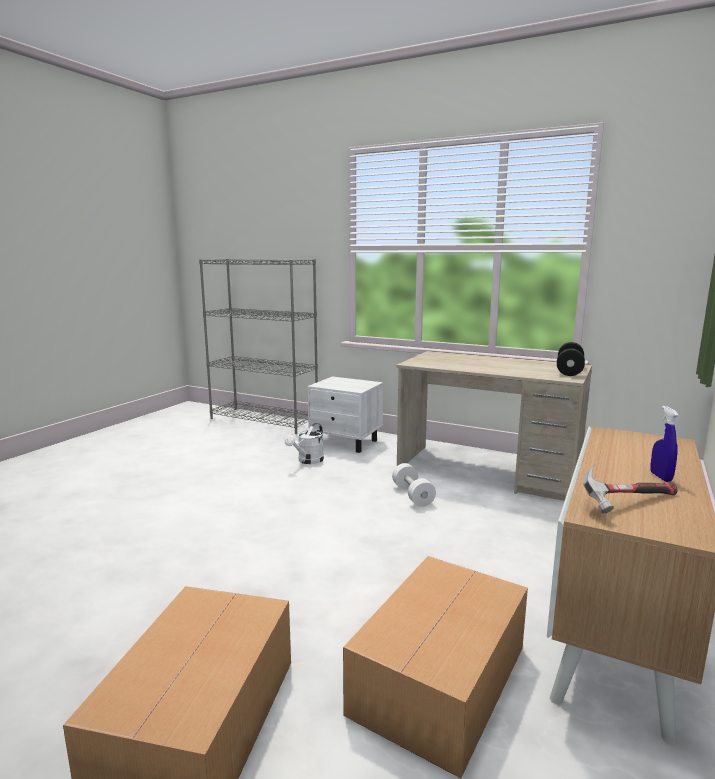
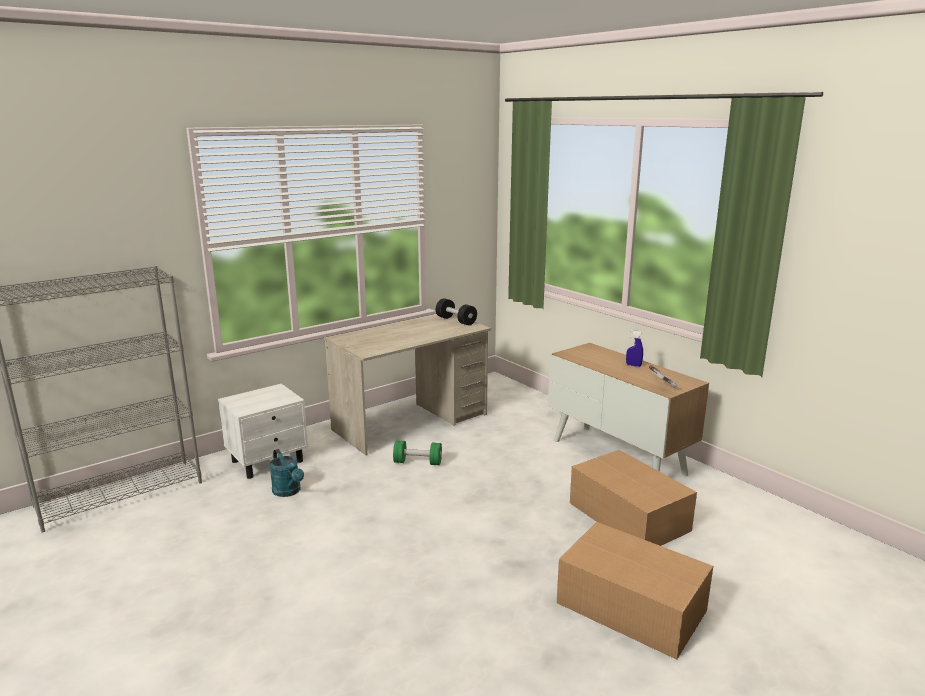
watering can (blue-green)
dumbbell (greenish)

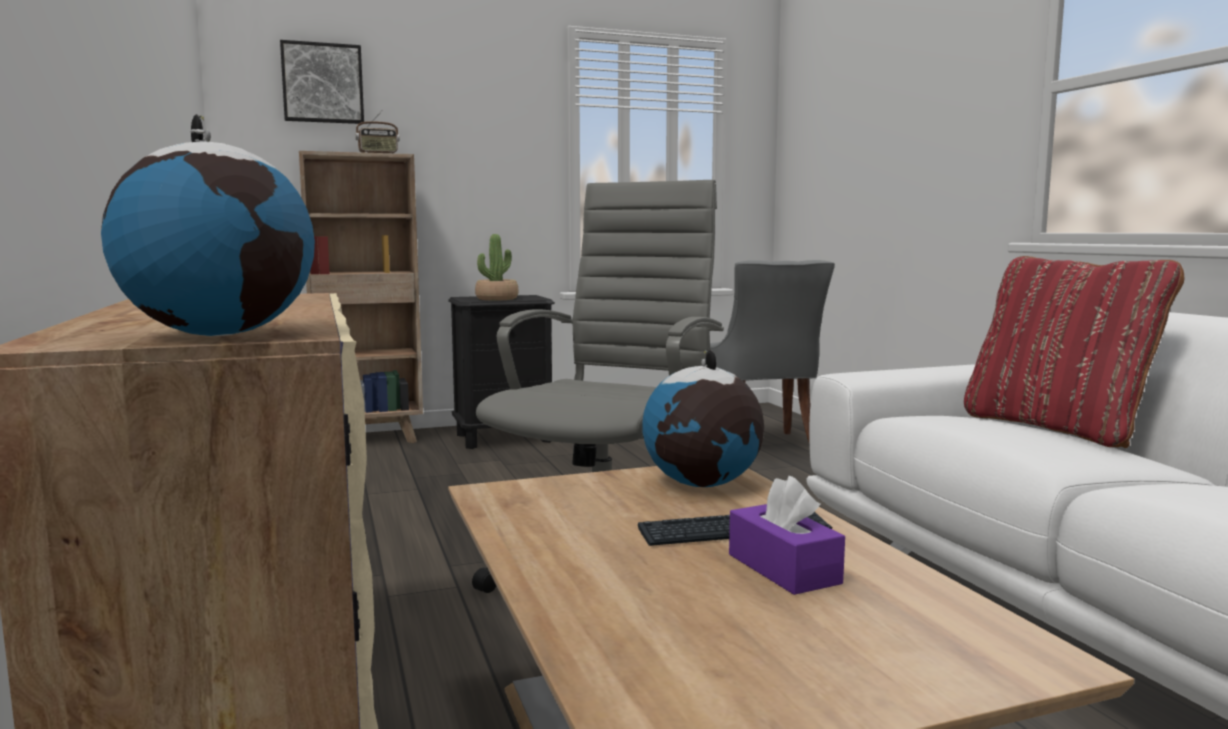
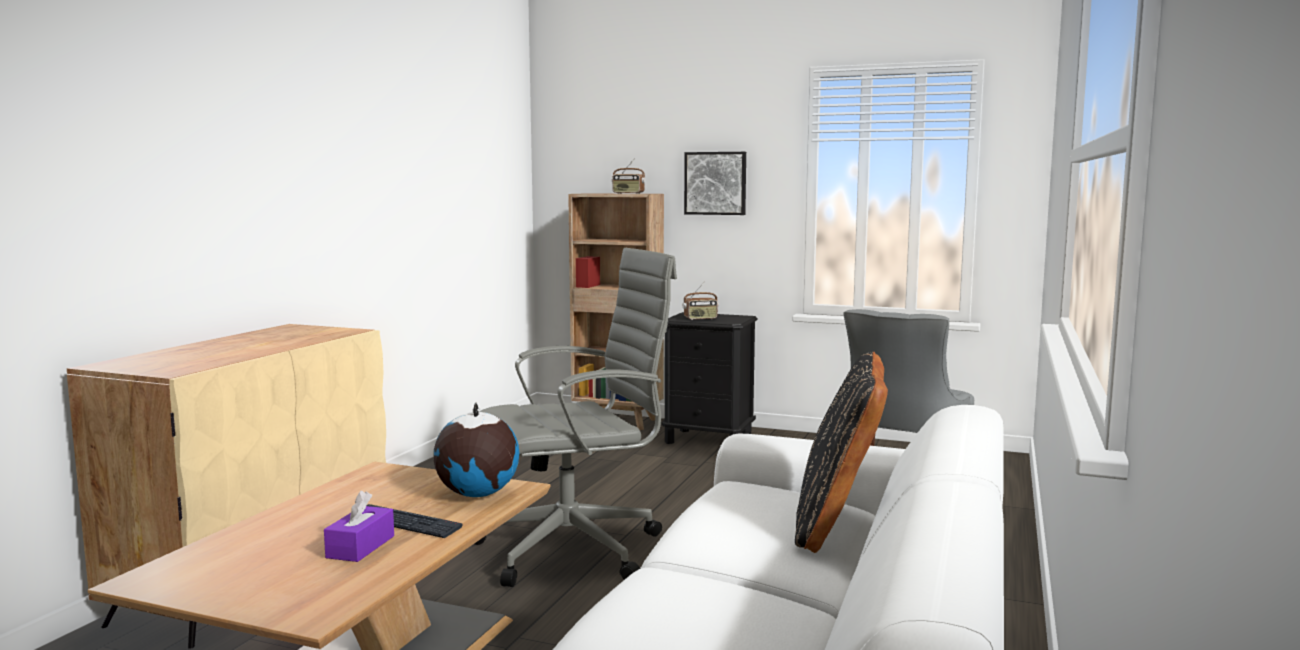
world globe (no. 1 from left in the first image)
picture
radio (no. 2 from left)
cushion (black)

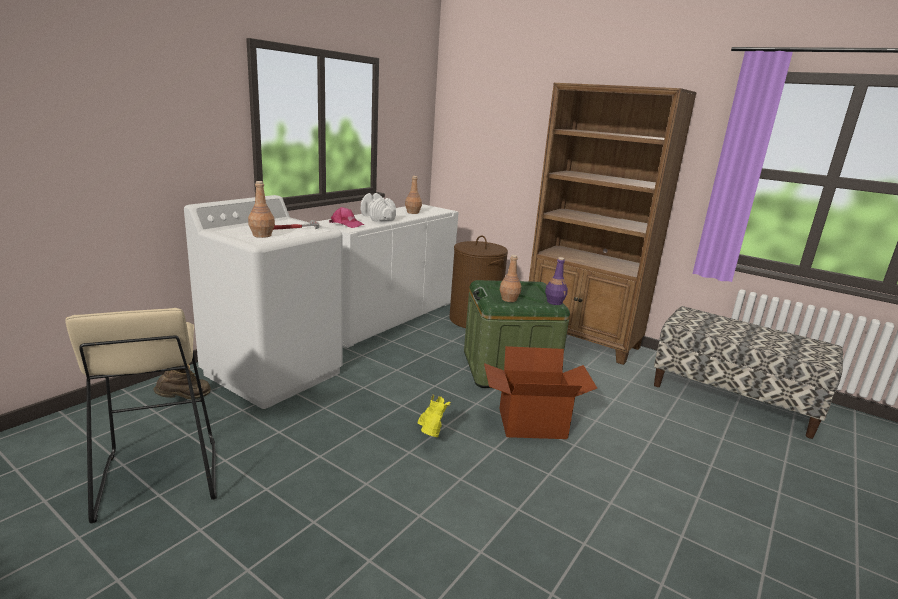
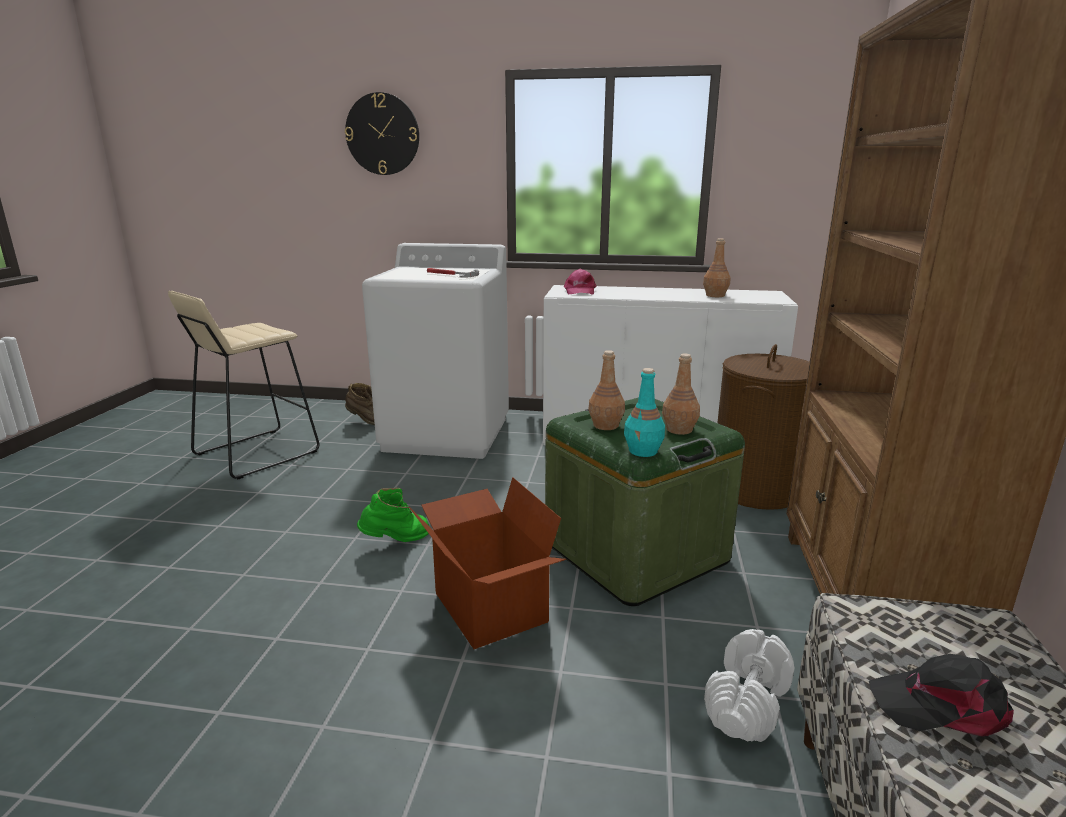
drink bottle (brown) (no. 2 from left)
dumbbell (white-coloured)
boot (greenish)
drink bottle (blue-green)
hanging clock
peaked cap (black)

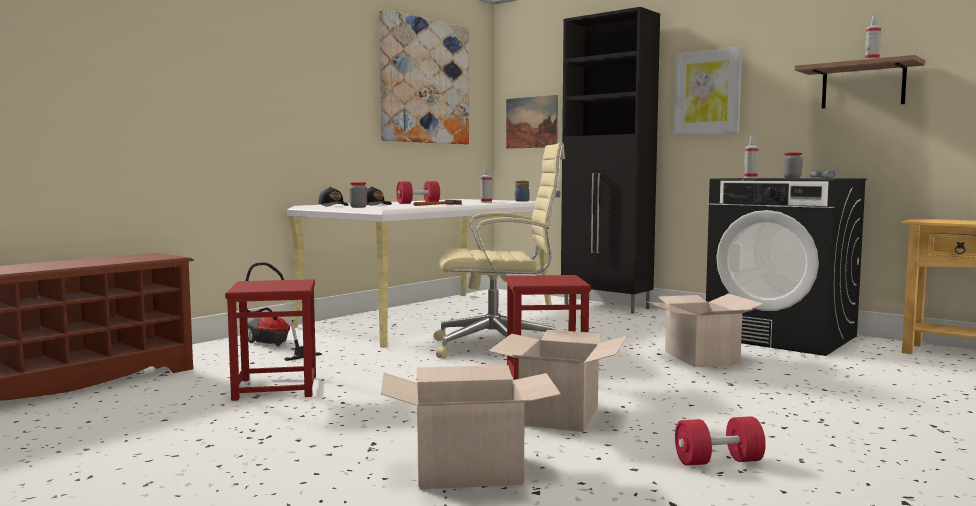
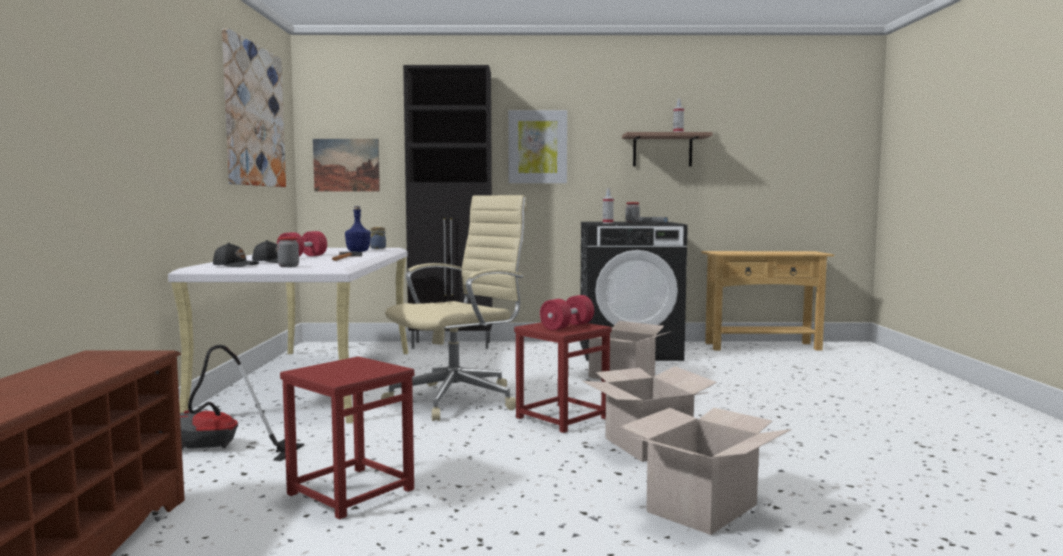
drink bottle (blue-coloured)
dumbbell (reddish) (no. 2 from left)

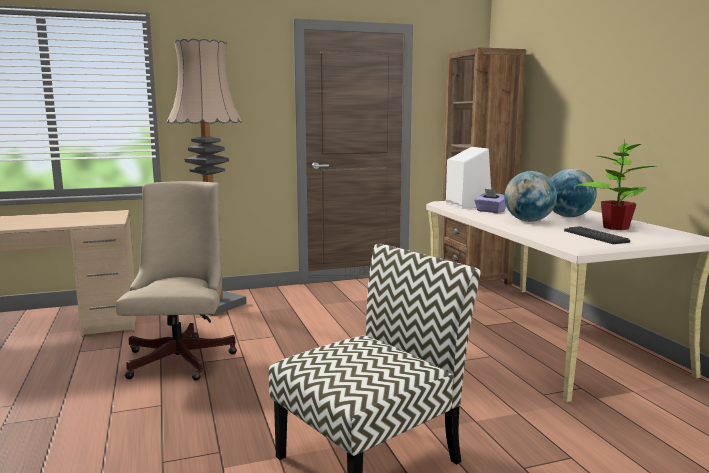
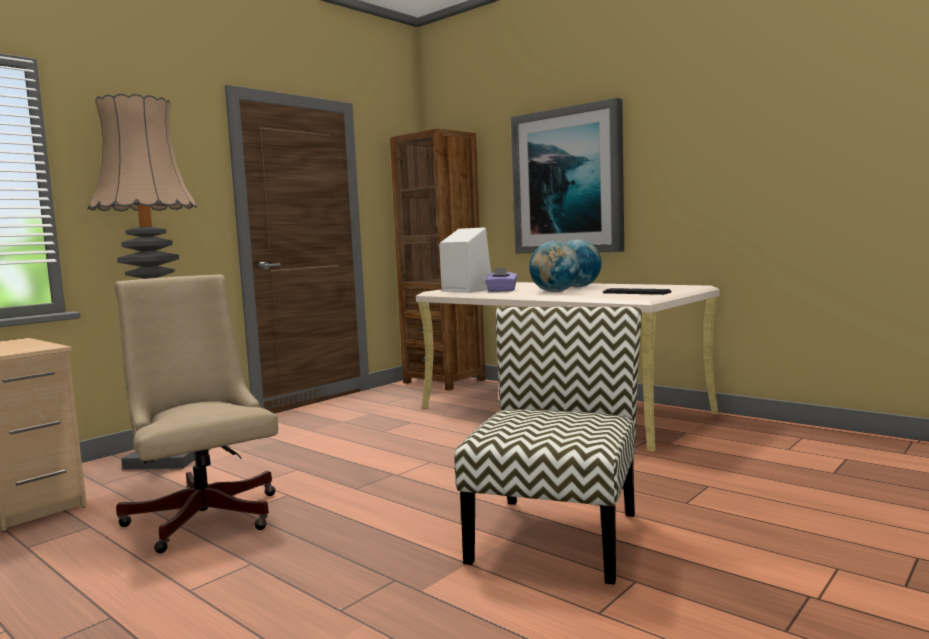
houseplant
picture

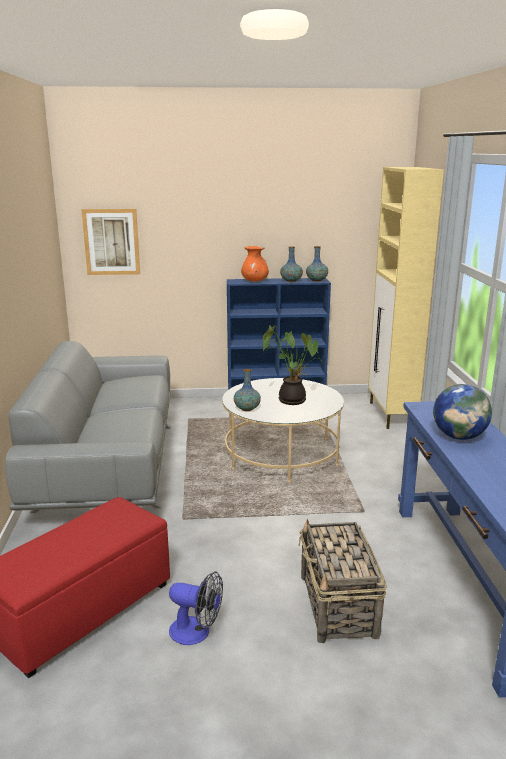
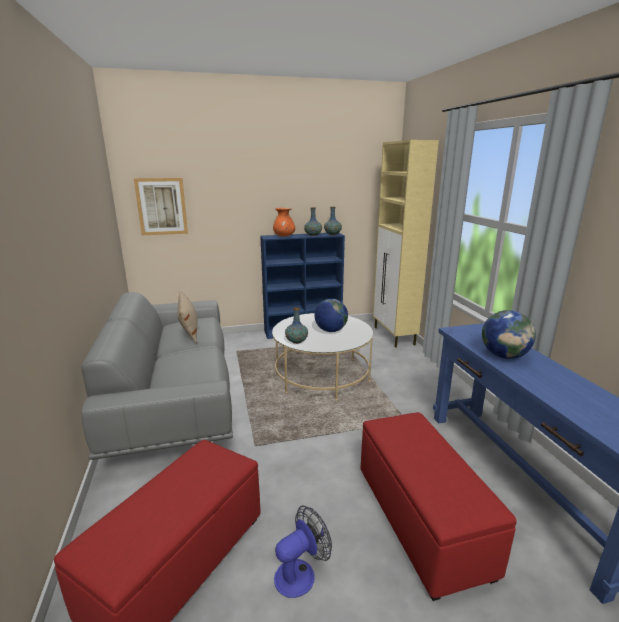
cooling fan
world globe (no. 1 from left)
footrest (reddish) (no. 2 from left)
cushion (sand-coloured)

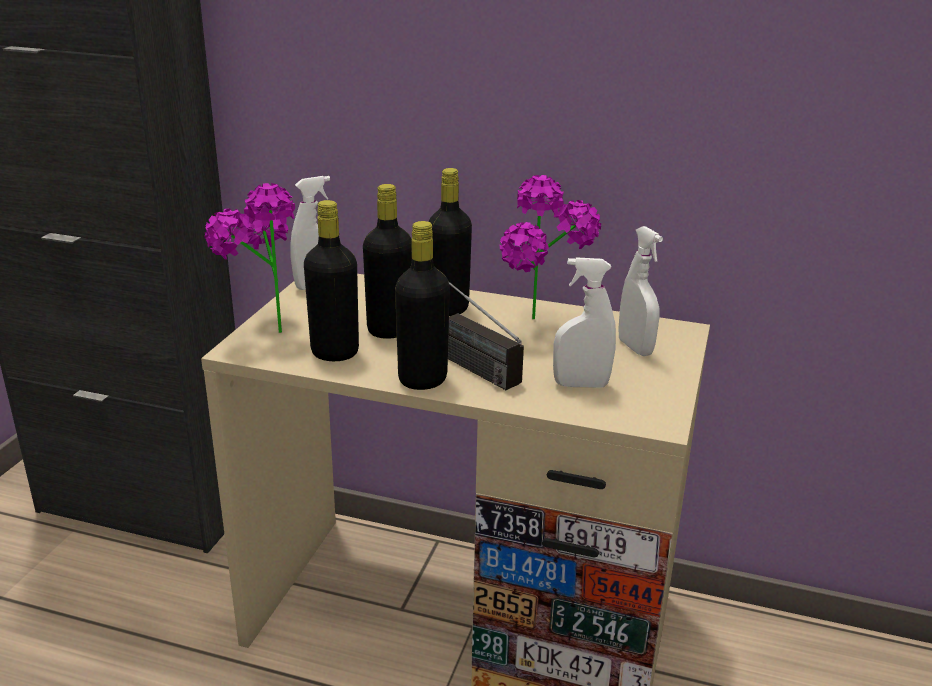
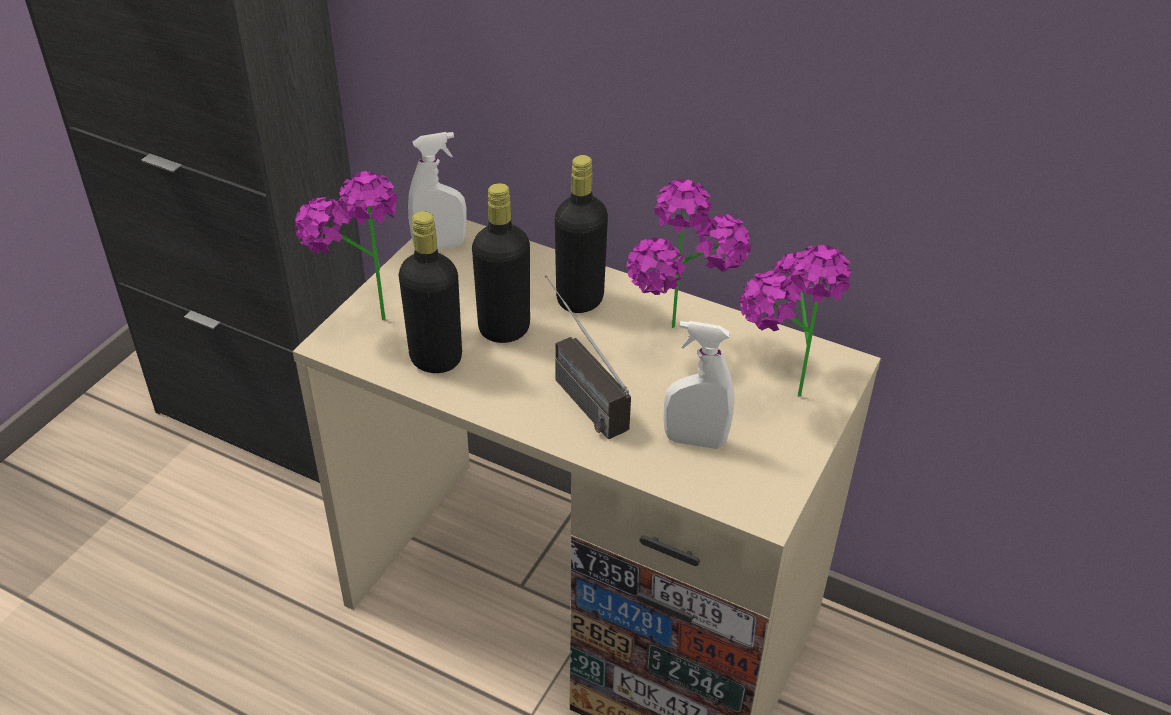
drink bottle (black) (no. 3 from left in the first image)
houseplant (no. 3 from left)

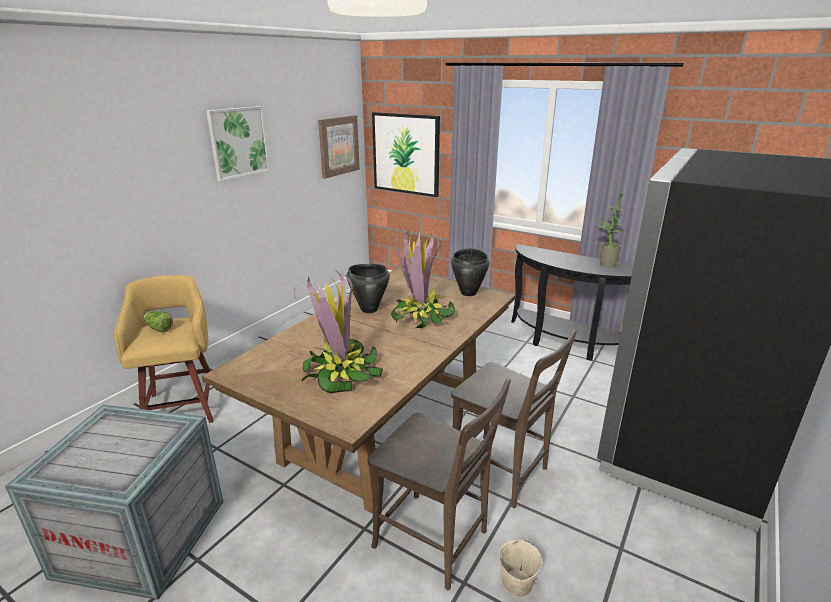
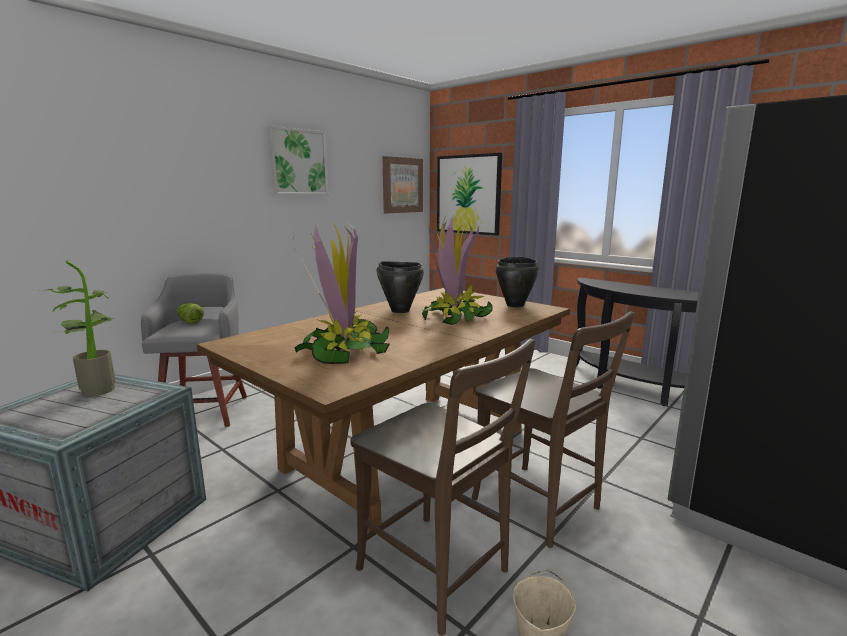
sitting stool (grey)
houseplant (no. 1 from left)

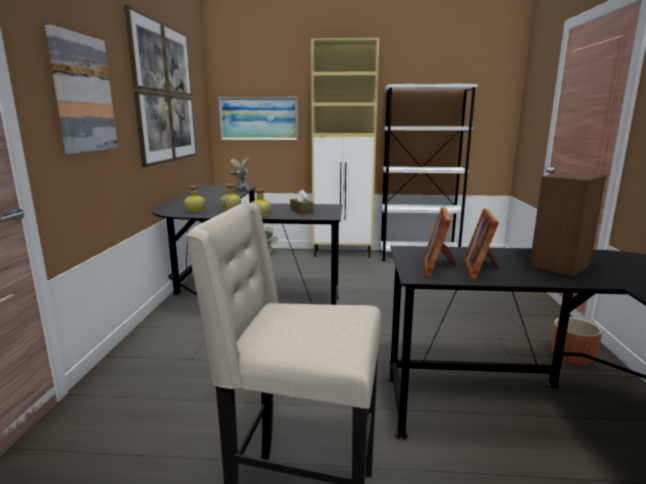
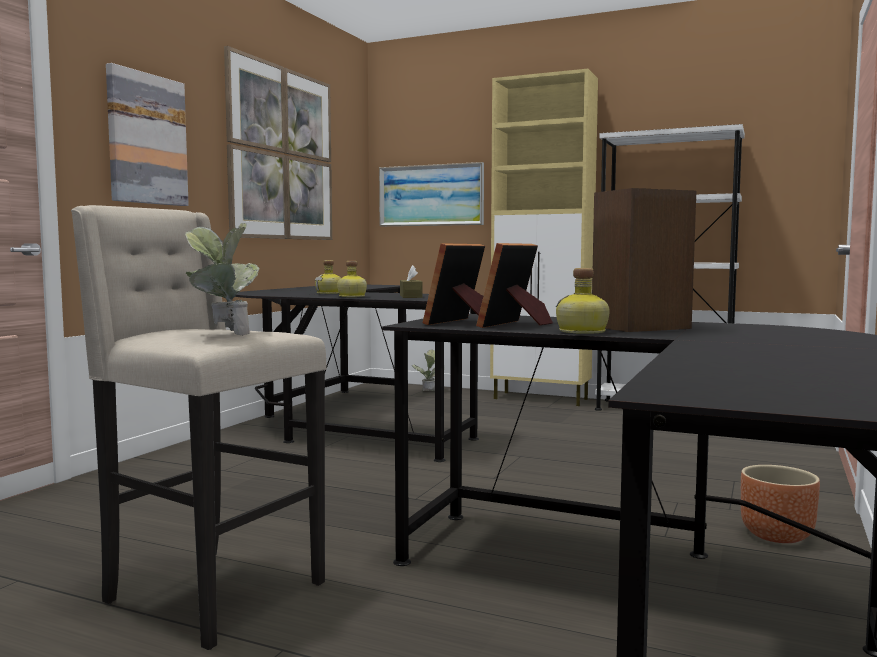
drink bottle (no. 3 from left)
houseplant (no. 1 from left)

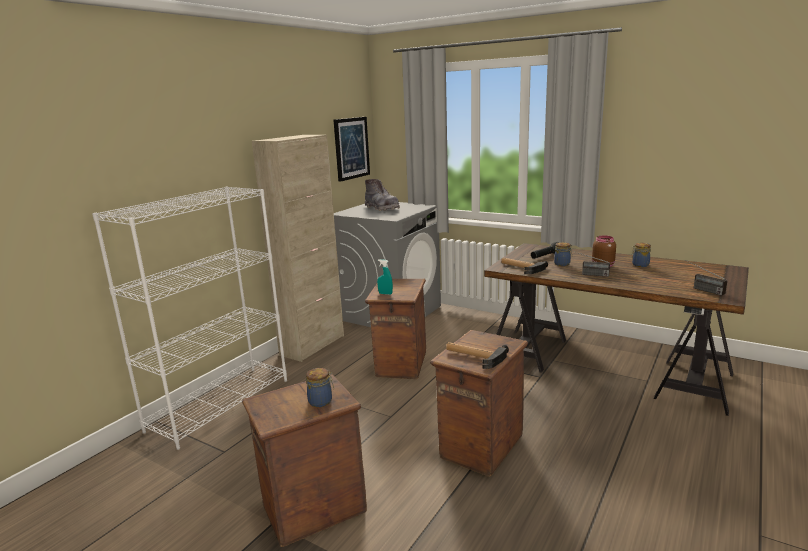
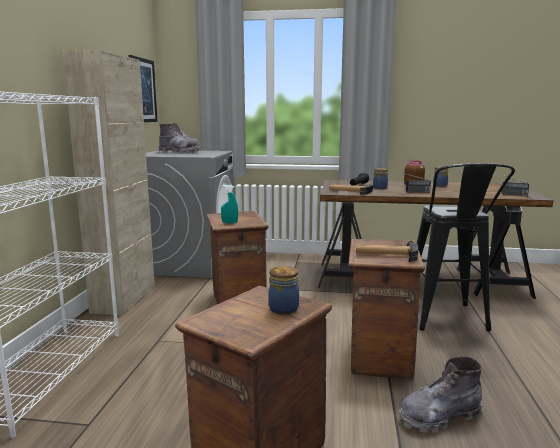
boot (grey) (no. 2 from left)
sitting stool (black)

